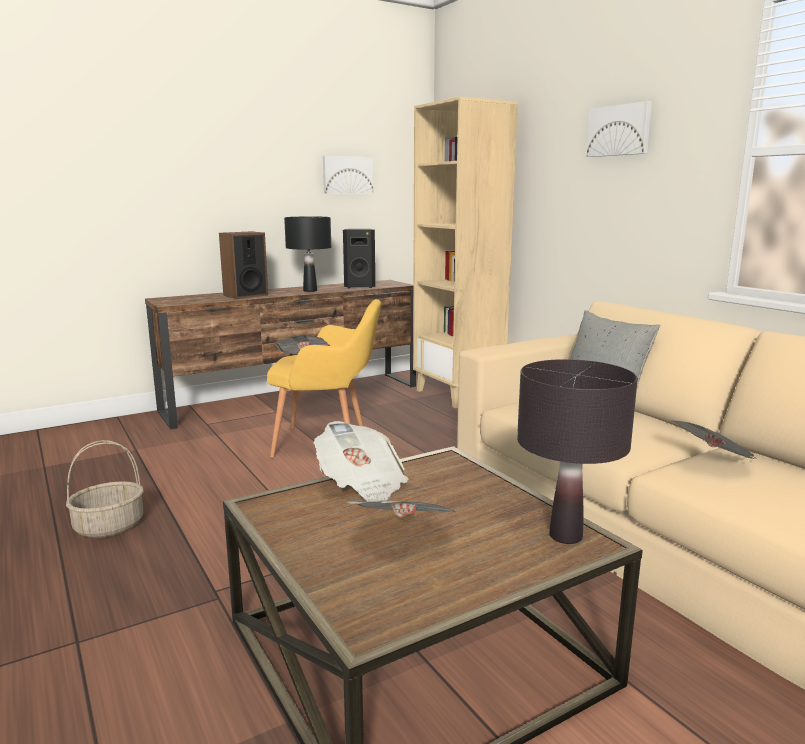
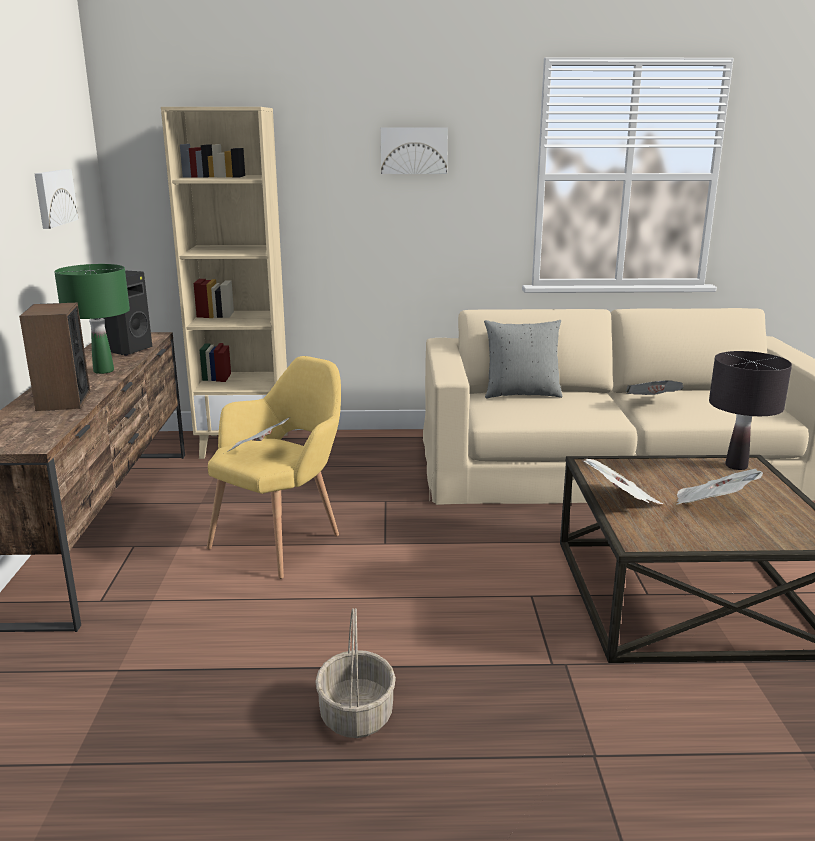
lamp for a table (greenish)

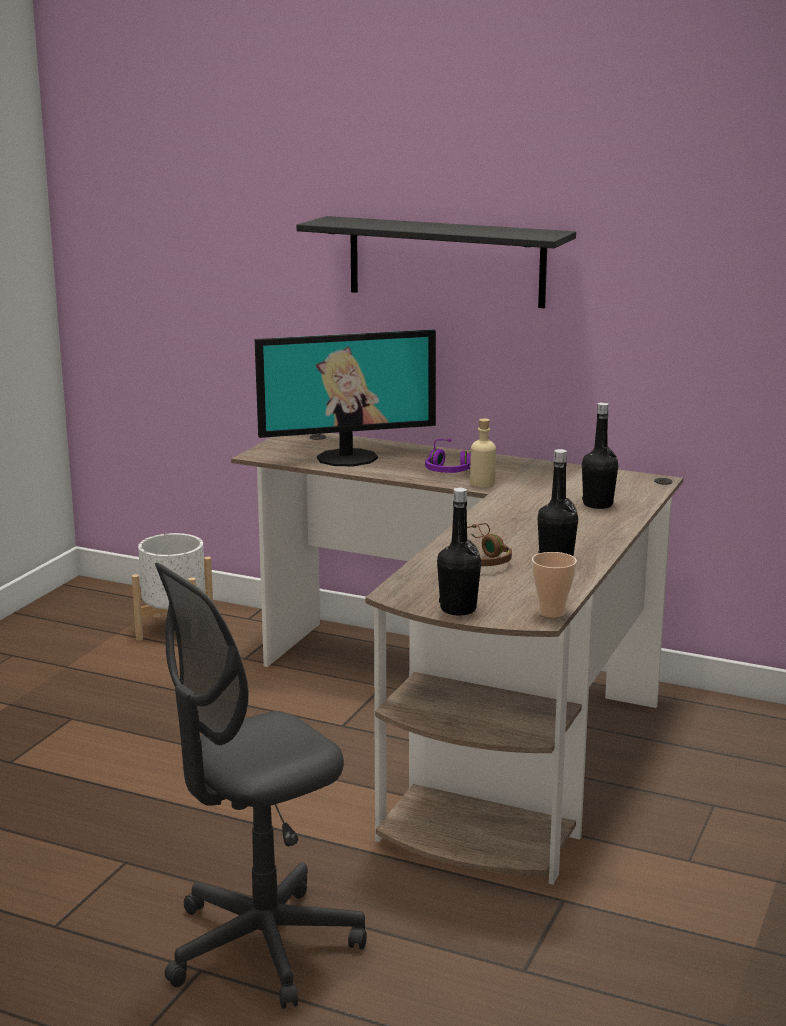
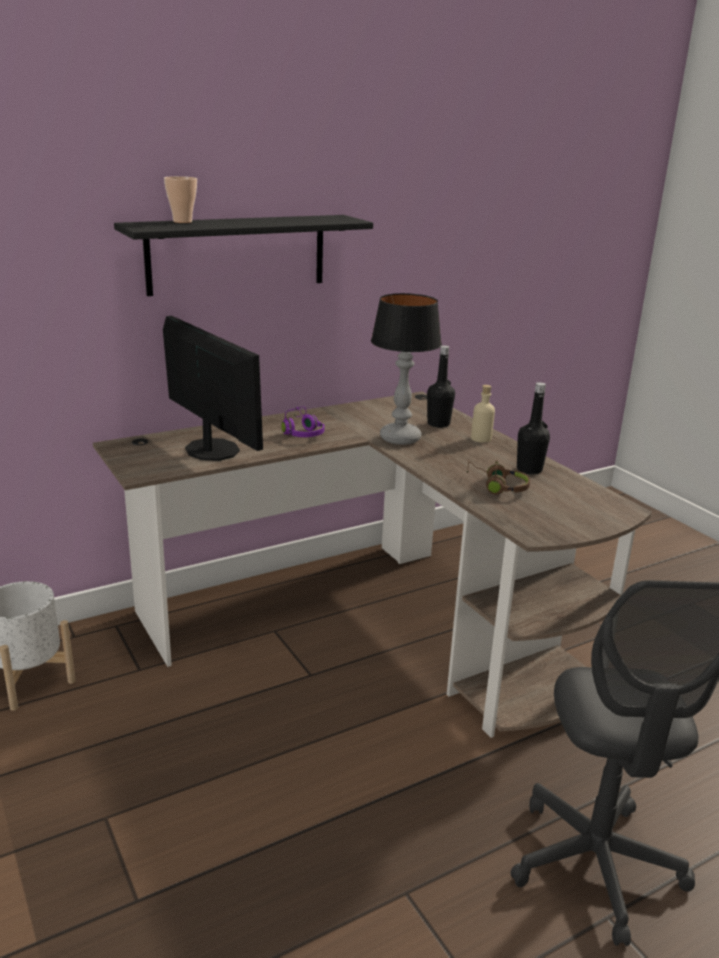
computer display
drink bottle (black) (no. 1 from left in the first image)
drink bottle (sand-coloured)
cup
lamp for a table

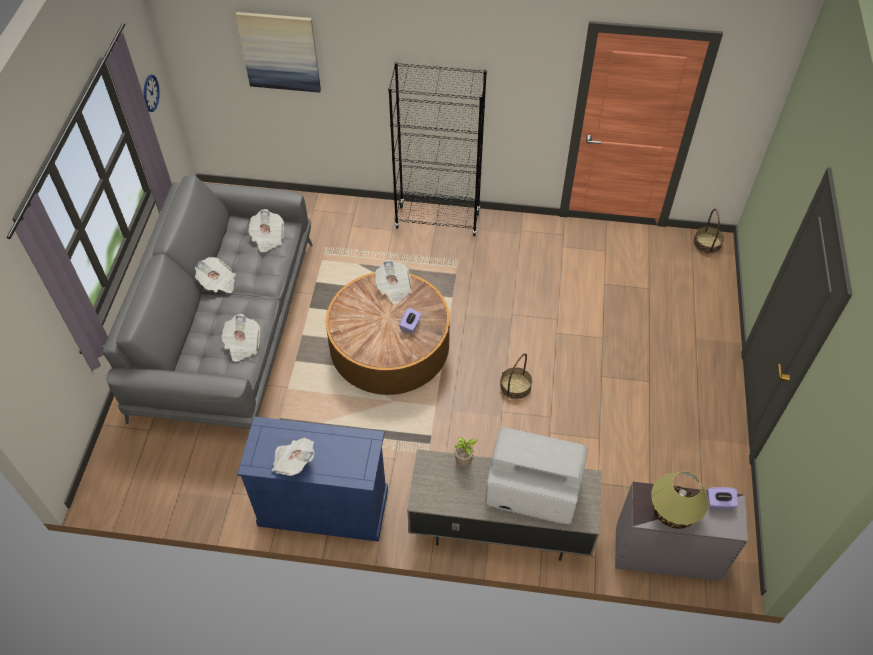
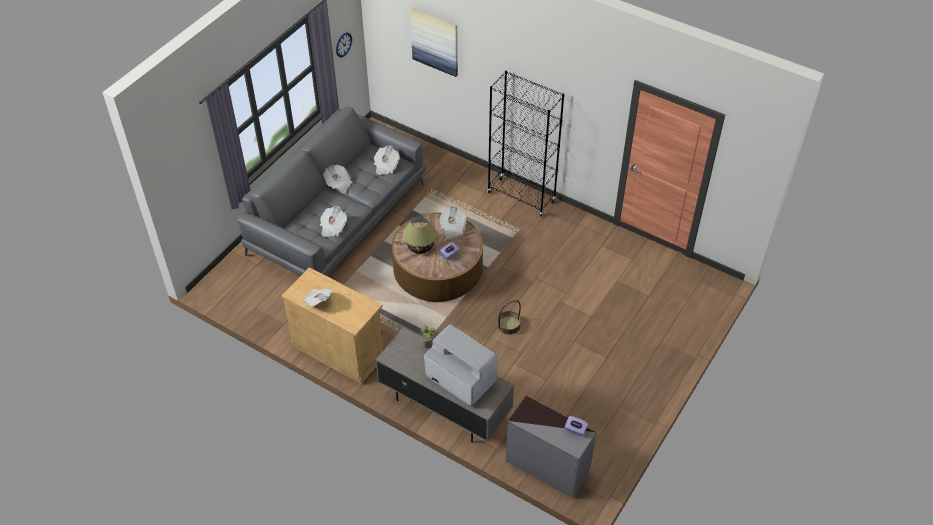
cupboard (sand-coloured)
lamp for a table
household basket (no. 2 from left in the first image)

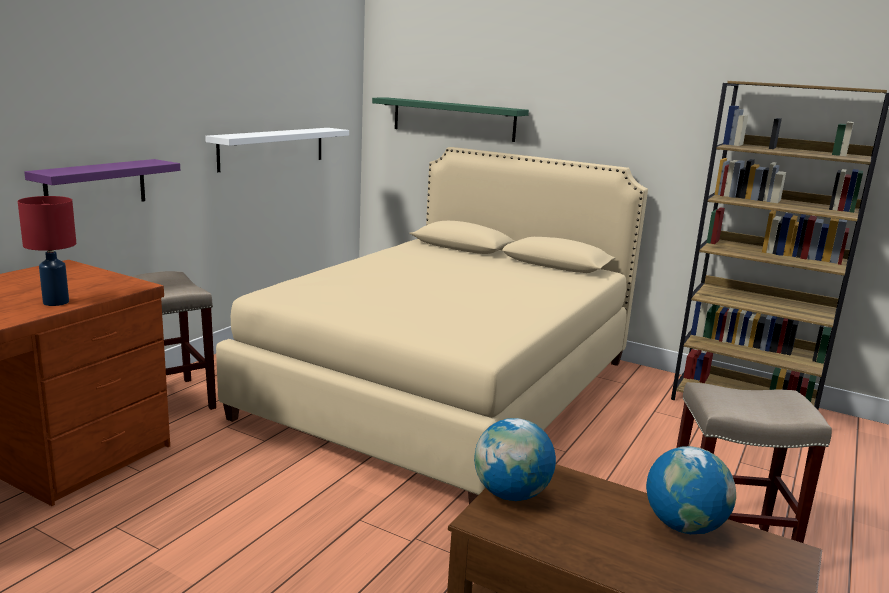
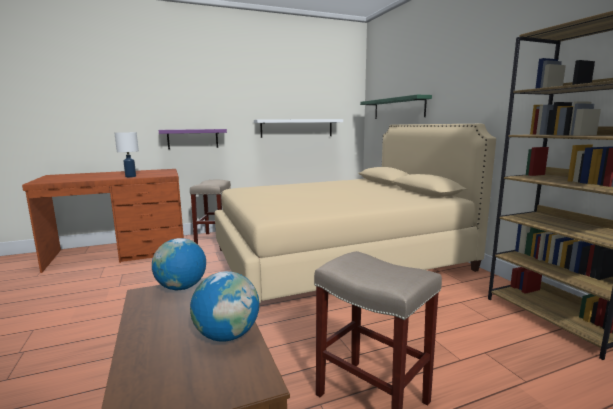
lamp for a table (white-coloured)

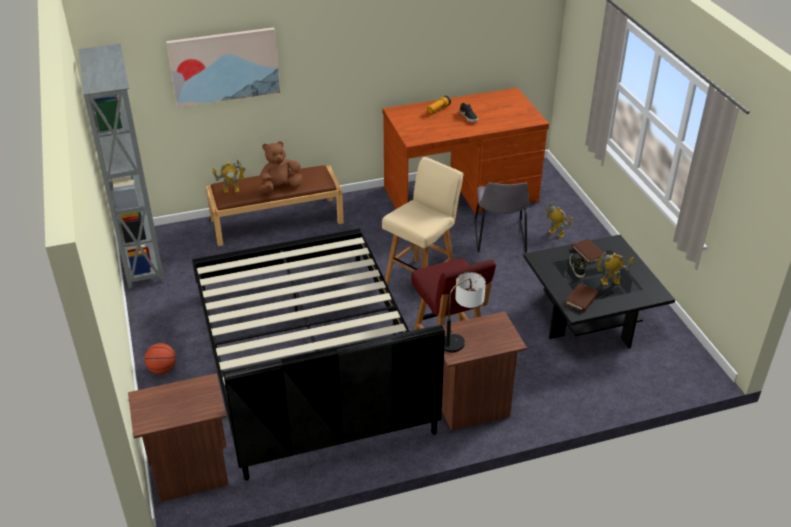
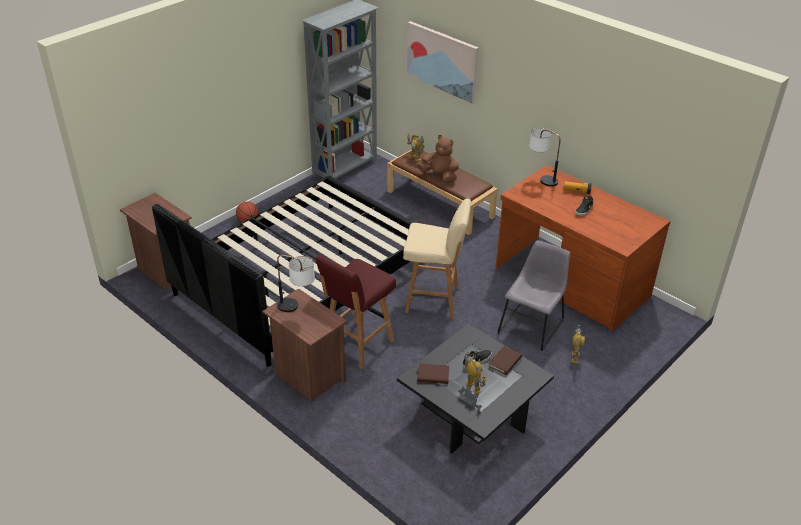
plain chair (grey)
lamp for a table (no. 2 from left)

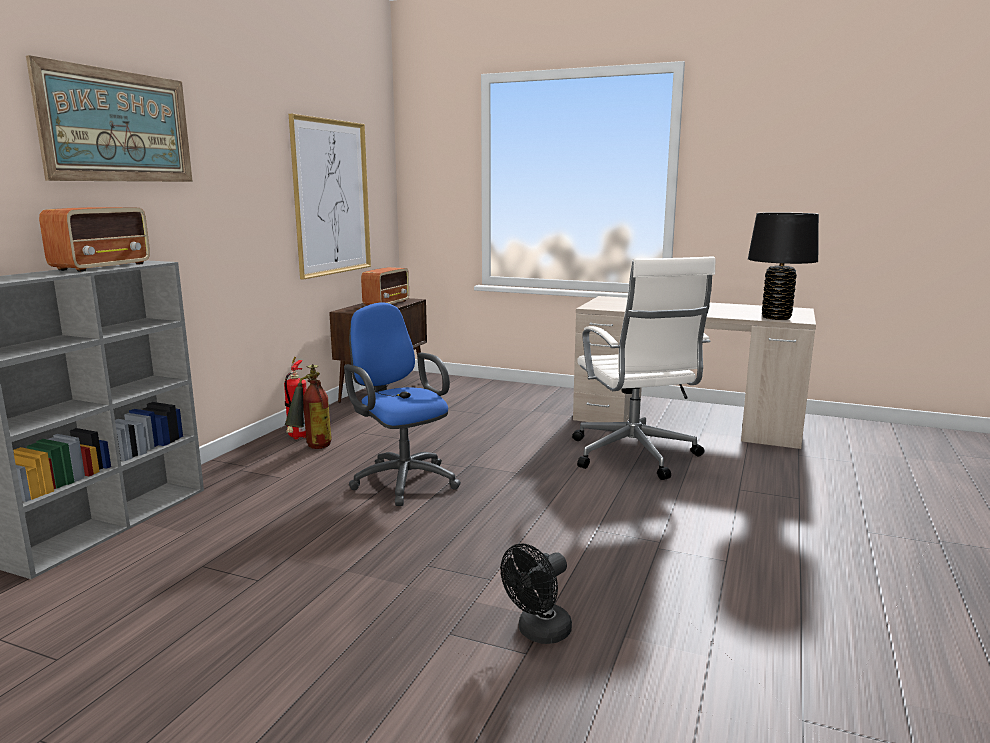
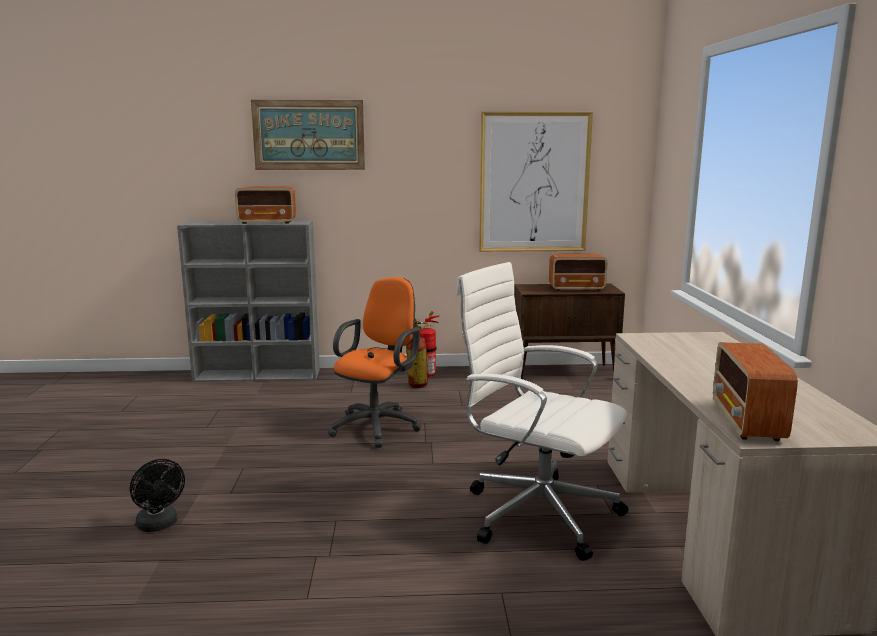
desk chair (orange)
cooling fan (black)
desk chair (white-coloured)
radio (no. 3 from left)

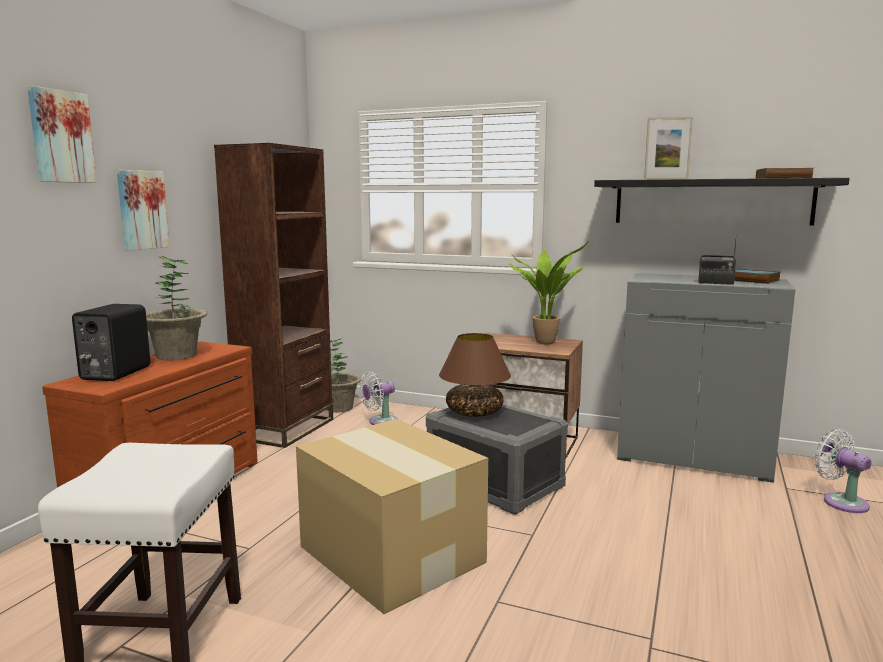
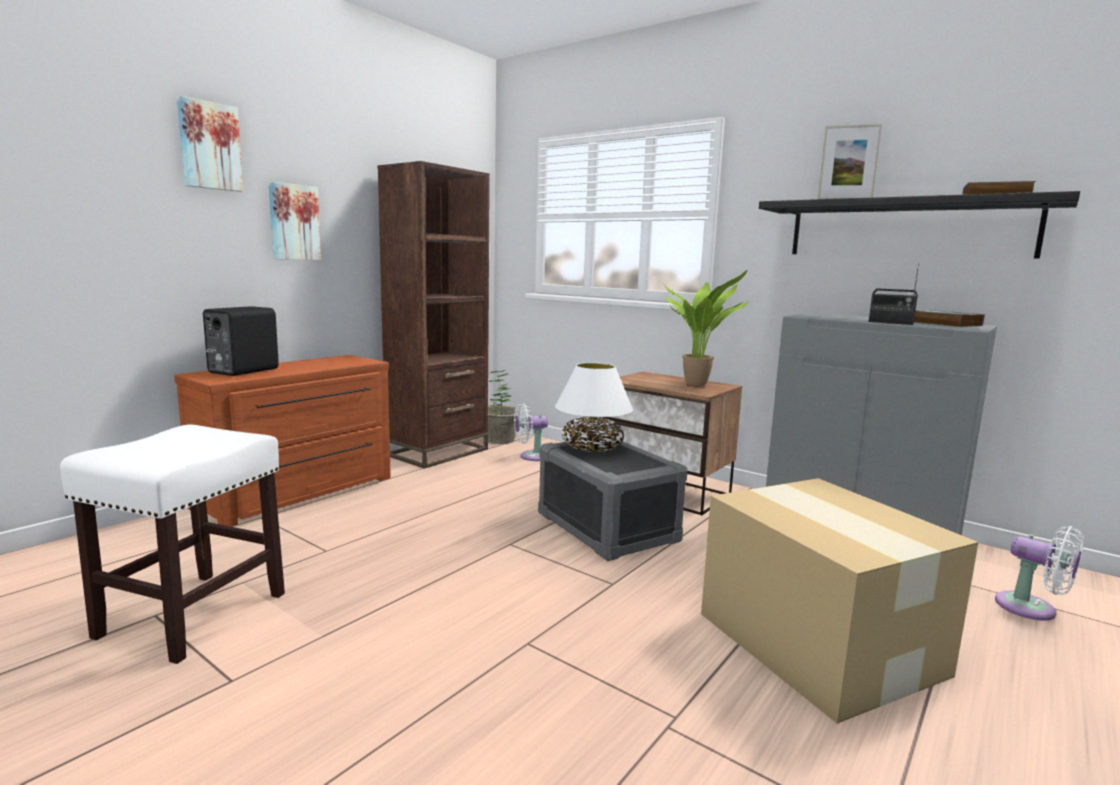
houseplant (no. 1 from left in the first image)
cardboard box
lamp for a table (white-coloured)
cooling fan (white-coloured) (no. 2 from left)

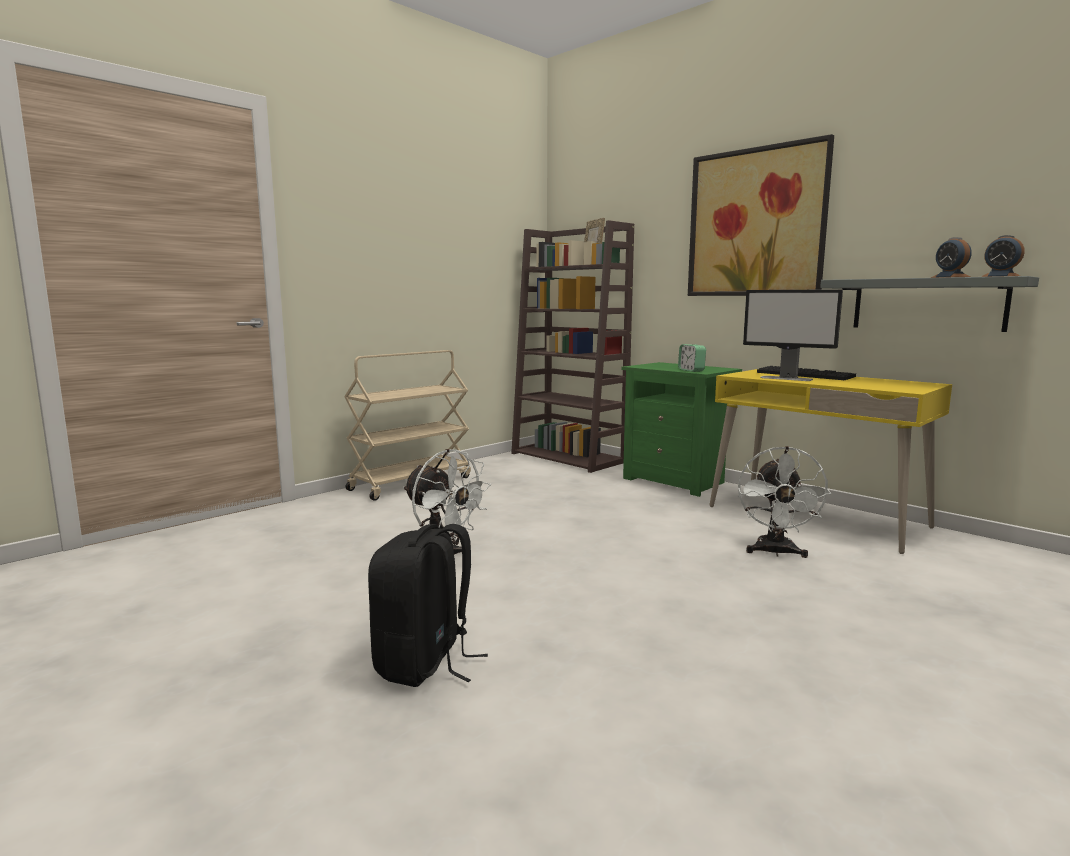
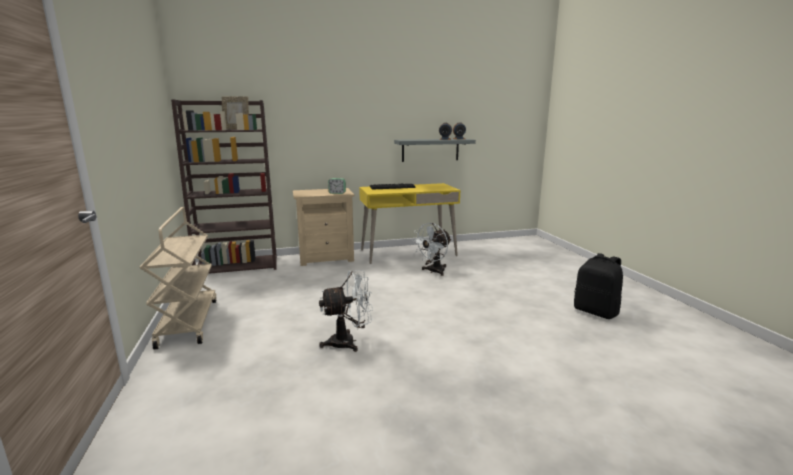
backpack (black)
bedside table (sand-coloured)
picture
cooling fan (white-coloured) (no. 2 from left)
computer display

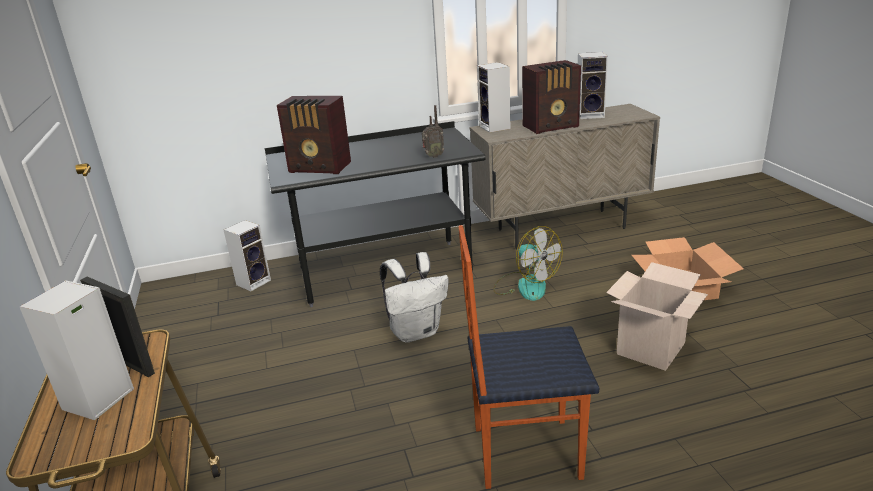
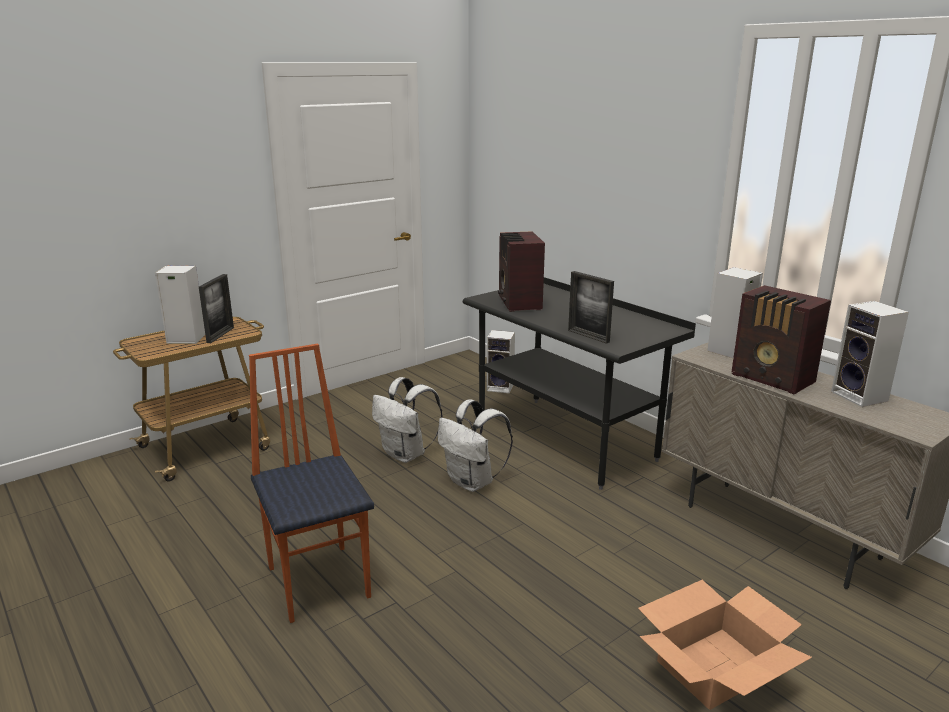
photo frame (no. 2 from left)
cooling fan
cardboard box (no. 1 from left in the first image)
backpack (white-coloured) (no. 1 from left)

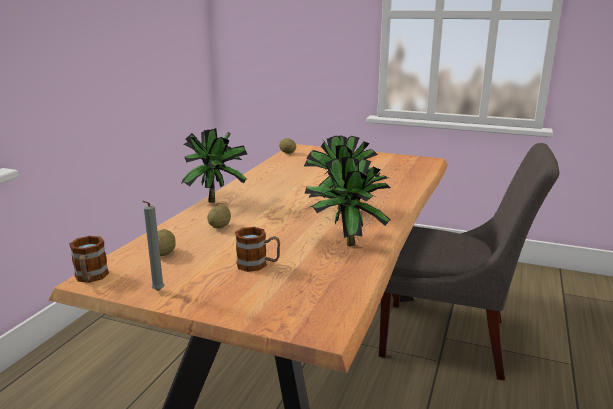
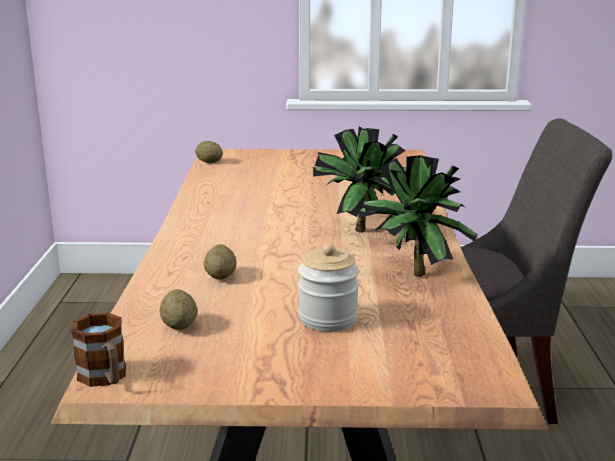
wax light (grey)
houseplant (no. 1 from left in the first image)
storage jar

